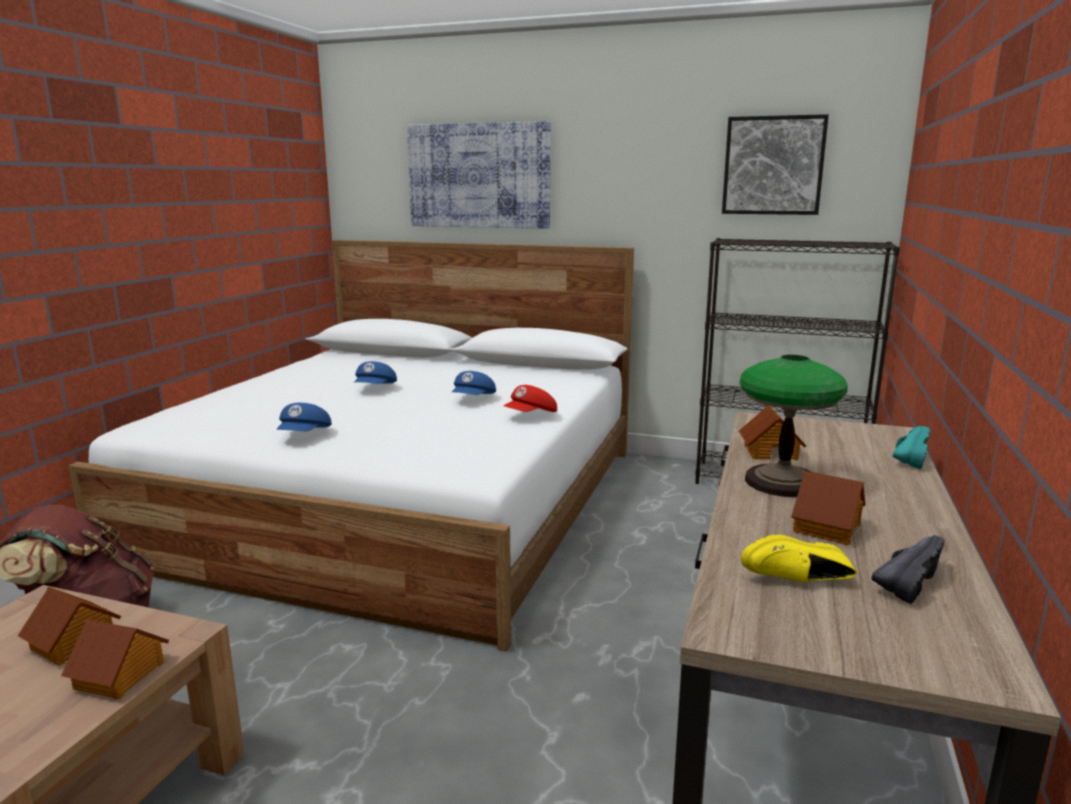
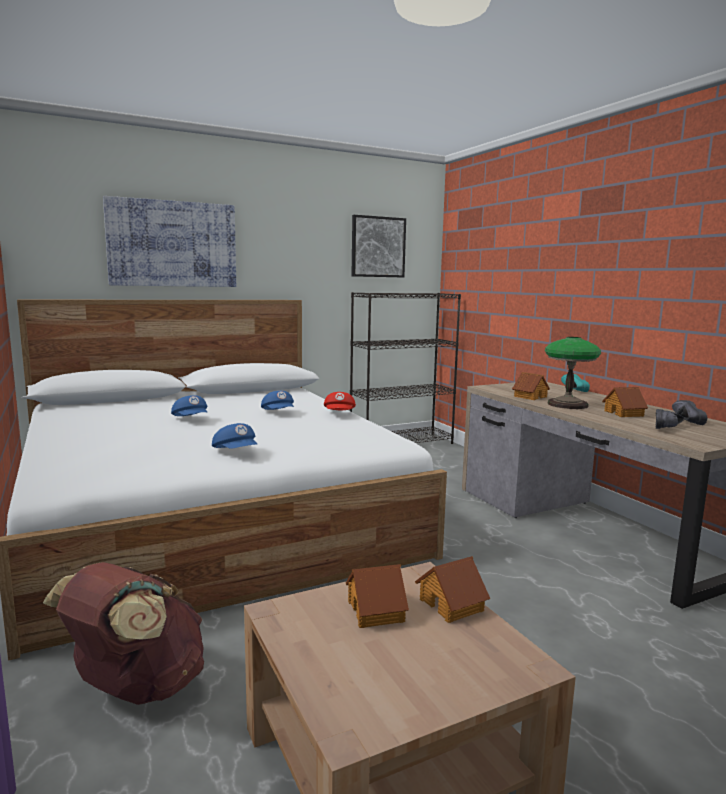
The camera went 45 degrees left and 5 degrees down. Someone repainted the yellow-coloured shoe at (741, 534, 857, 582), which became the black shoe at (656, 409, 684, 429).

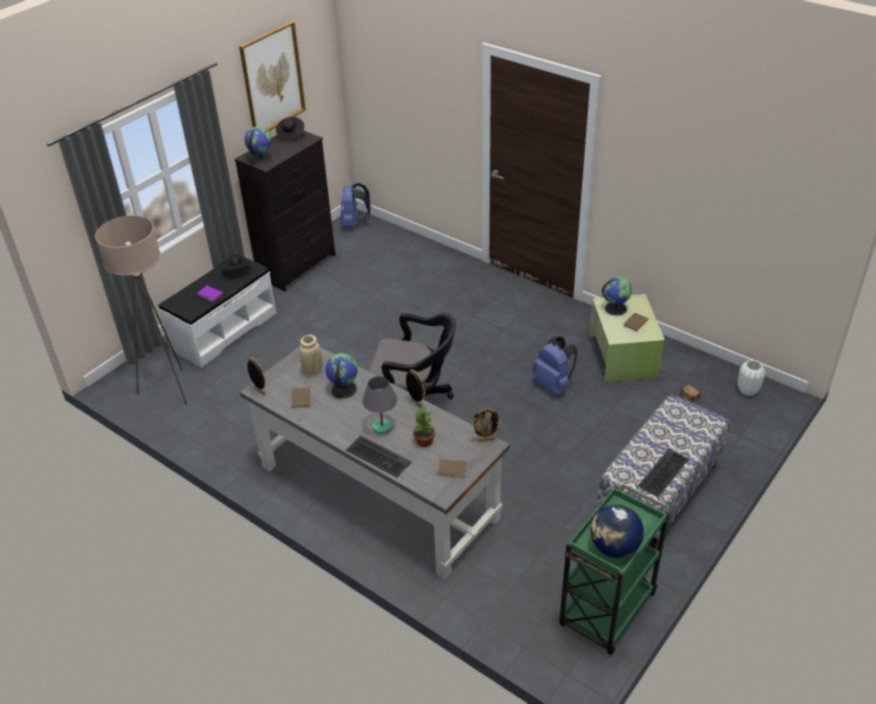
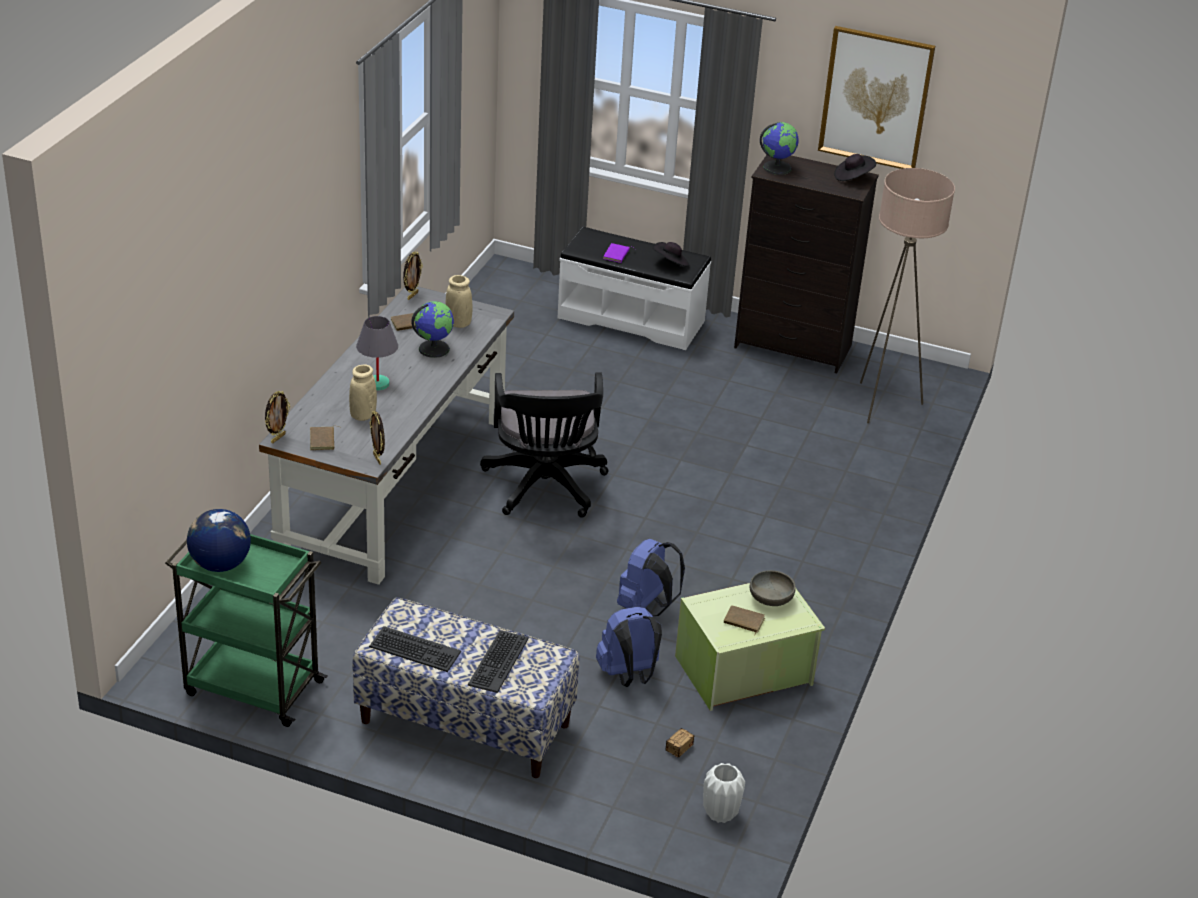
The camera went 70 degrees right and 5 degrees down. Someone carried the photo frame from (406, 369, 425, 407) to (265, 391, 290, 443). Someone swapped the plant in a pot at (413, 405, 435, 447) for the beige-coloured flower vase at (349, 365, 377, 421). Someone carried the keyboard from (346, 435, 411, 477) to (468, 630, 529, 693). Someone carried the blue-coloured backpack from (341, 183, 371, 227) to (596, 607, 662, 687). Someone swapped the desk globe at (602, 277, 632, 316) for the grey serving bowl at (750, 570, 796, 606). Someone carried the beige-coloured standard lamp from (95, 216, 187, 405) to (860, 168, 955, 423).

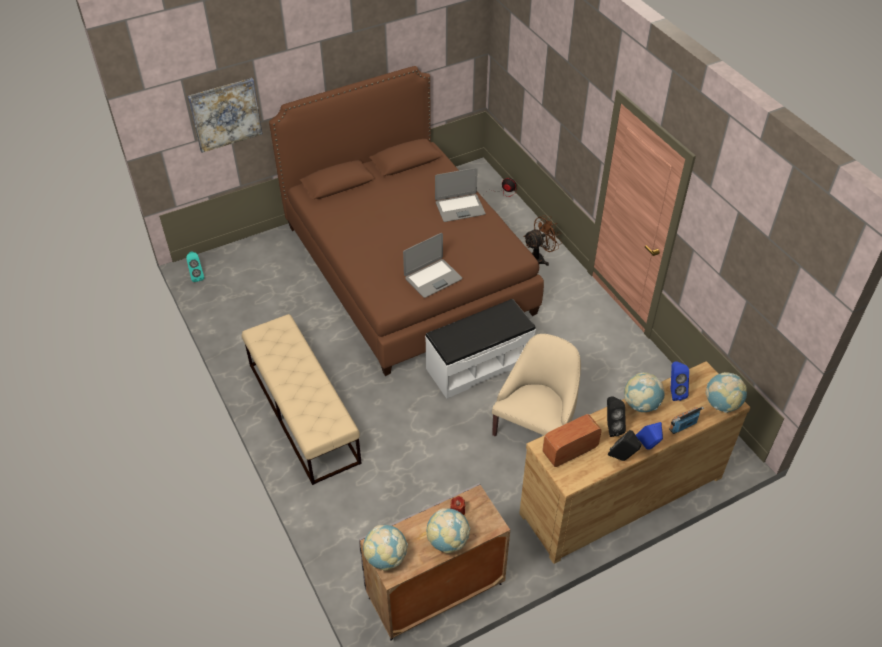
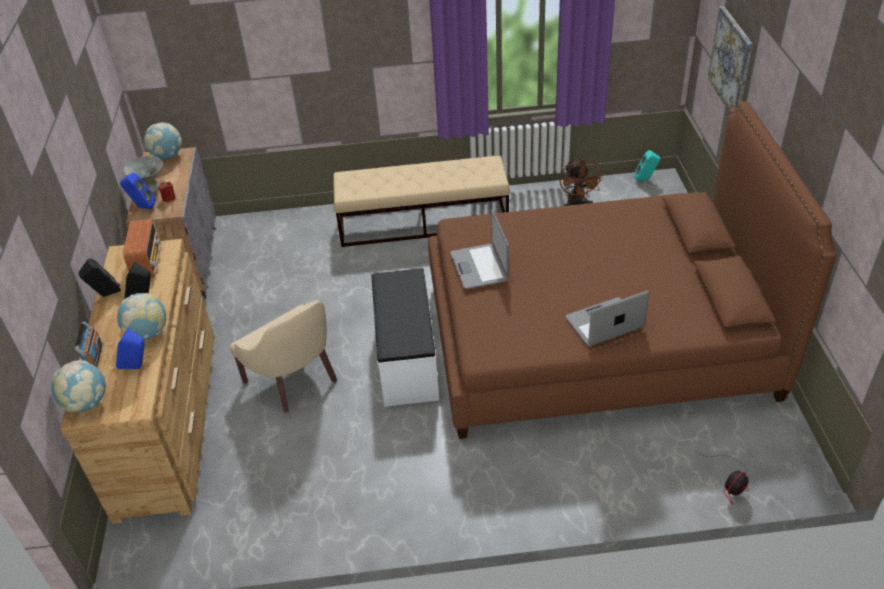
The camera went 115 degrees right and 5 degrees down. Someone carried the blue-coloured audio speaker from (636, 422, 663, 450) to (120, 173, 156, 209). Someone swapped the desk globe at (427, 508, 470, 553) for the grey serving bowl at (123, 156, 163, 193). Someone carried the brown electric fan from (524, 215, 562, 266) to (560, 157, 604, 206). Someone rotated the notebook computer at (435, 168, 486, 222) by 60 degrees clockwise.

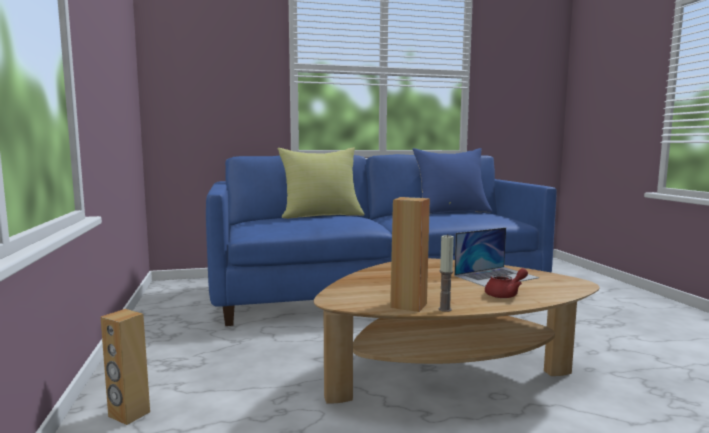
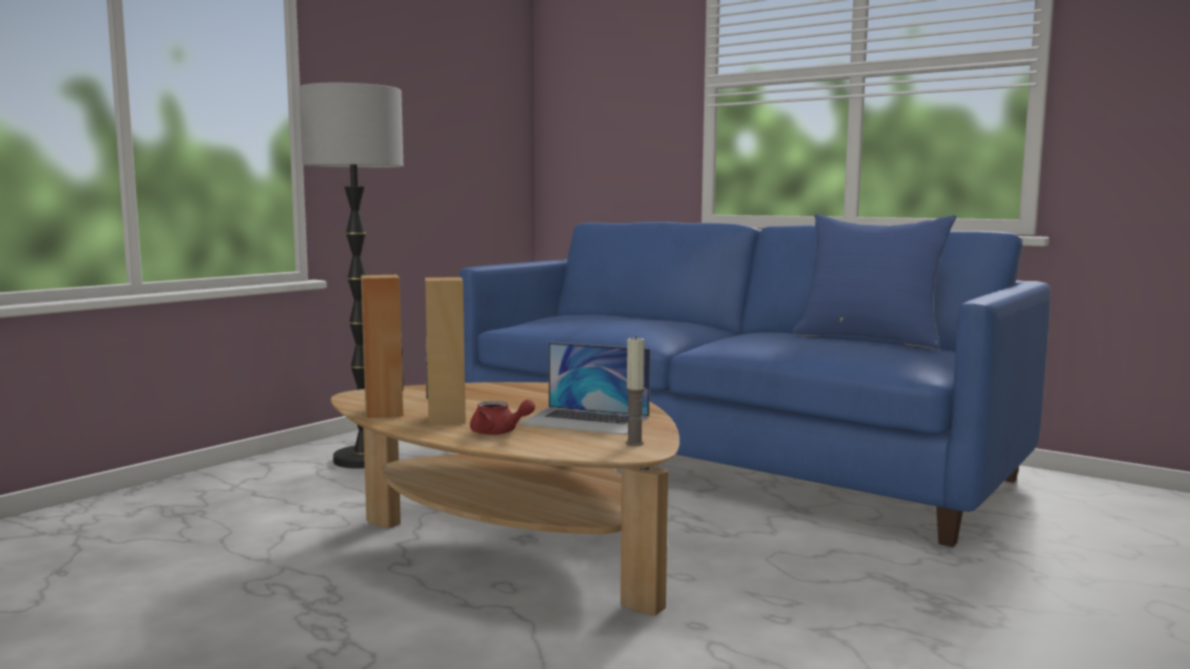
The camera went 50 degrees right and 0 degrees up. Someone put down the standard lamp at (299, 83, 403, 469). Someone carried the brown audio speaker from (101, 309, 150, 425) to (425, 277, 466, 425). Someone carried the wax candle from (439, 234, 454, 312) to (626, 336, 645, 446). Someone took away the yellow-coloured throw pillow at (277, 147, 364, 219).

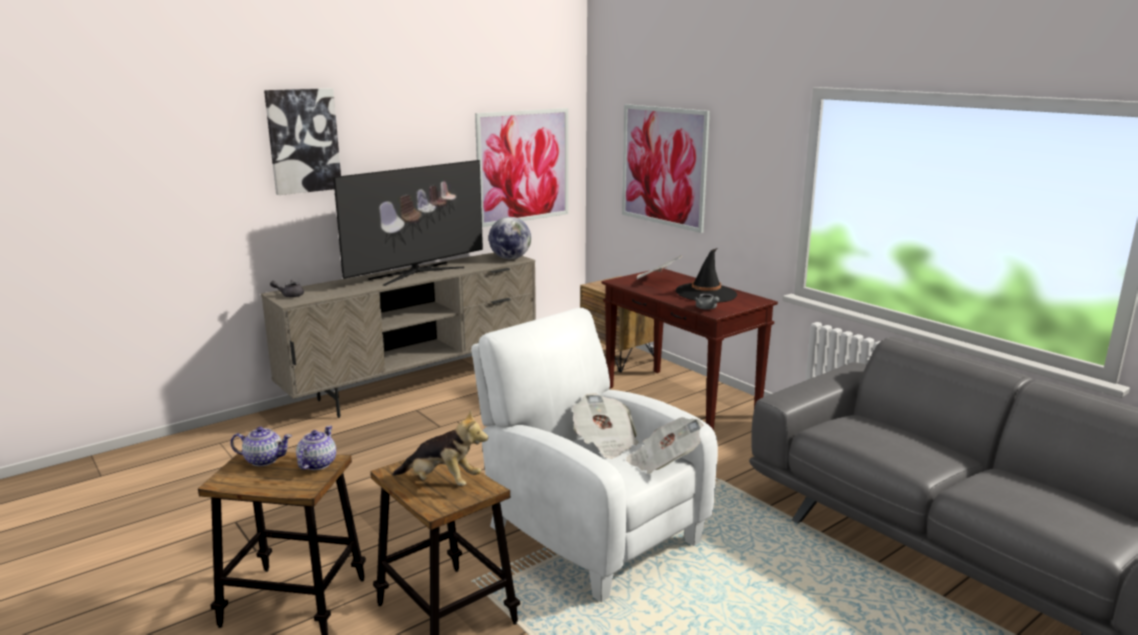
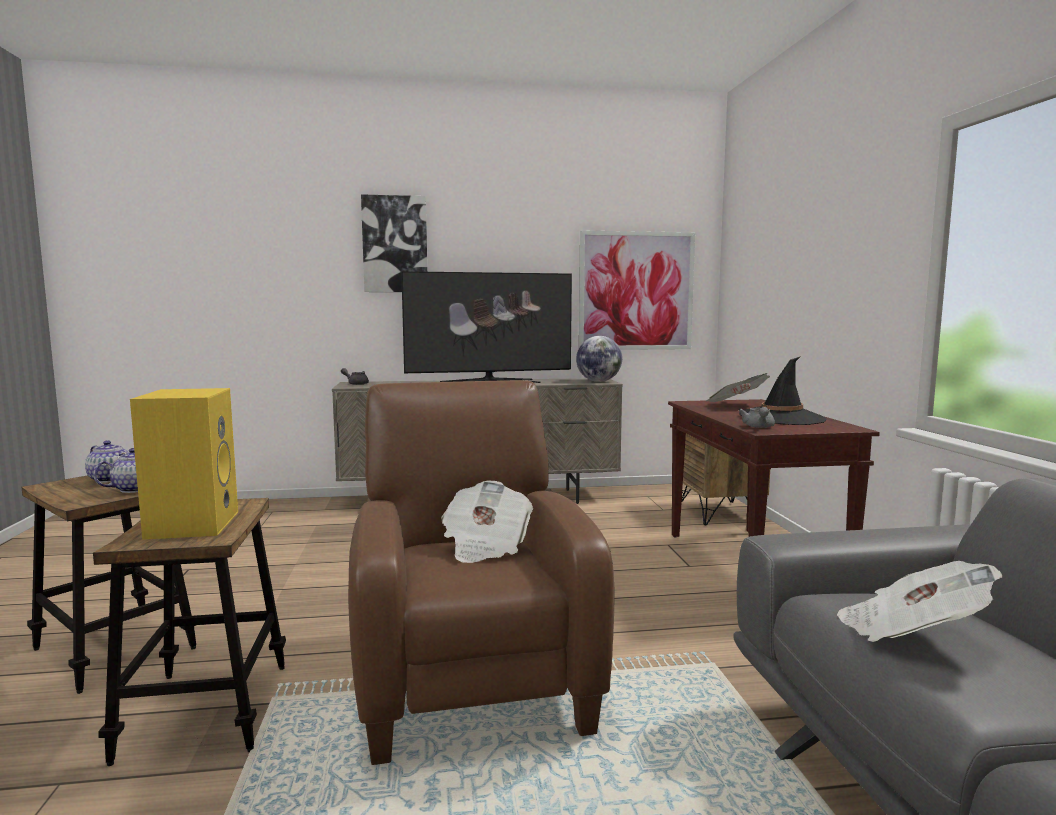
The camera went 30 degrees right and 10 degrees down. Someone swapped the cuddly toy at (392, 409, 488, 486) for the yellow-coloured audio speaker at (130, 388, 238, 540). Someone repainted the whitish armchair at (471, 308, 718, 602), which became the brown armchair at (348, 380, 614, 765). Someone carried the newspaper from (626, 417, 703, 474) to (837, 561, 1003, 642). Someone took away the wall art at (622, 104, 710, 233).

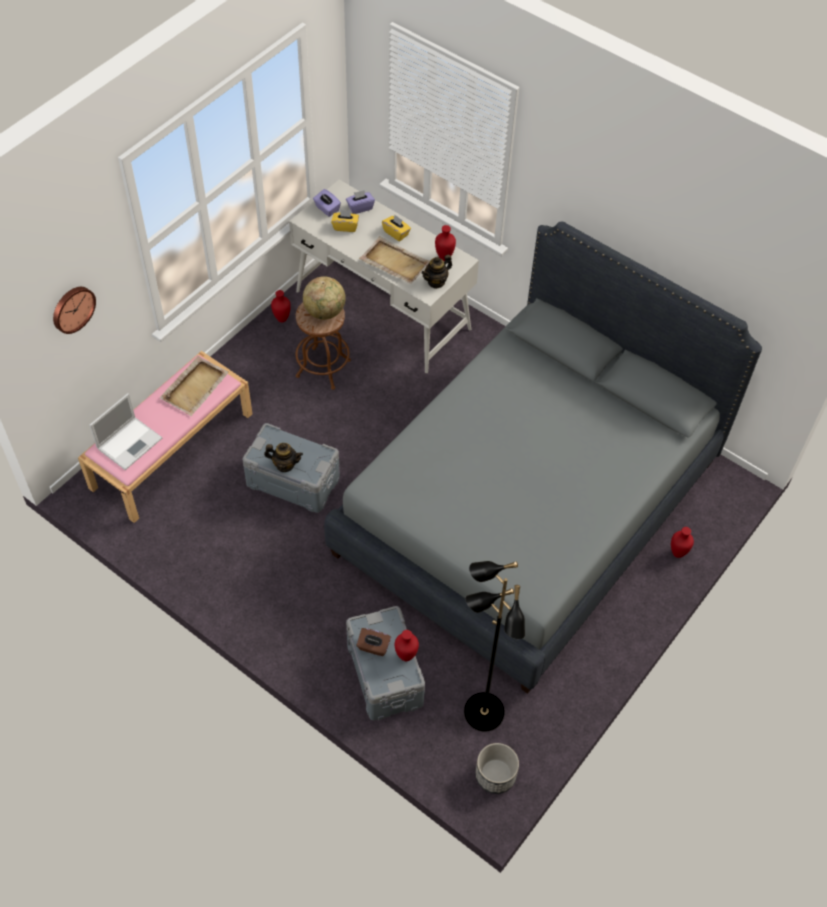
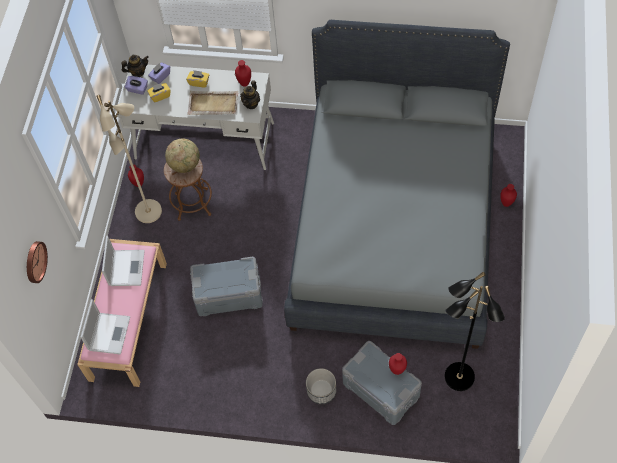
The camera went 25 degrees left and 5 degrees up. Someone put down the beige-coloured standard lamp at (97, 95, 162, 223). Someone swapped the beige-coloured carrying tray at (160, 356, 229, 416) for the notebook computer at (102, 235, 145, 286). Someone carried the tea pot from (264, 443, 303, 472) to (121, 54, 149, 77). Someone carried the plant pot from (475, 743, 519, 794) to (306, 368, 336, 404). Someone took away the brown box of tissues at (356, 628, 391, 656).

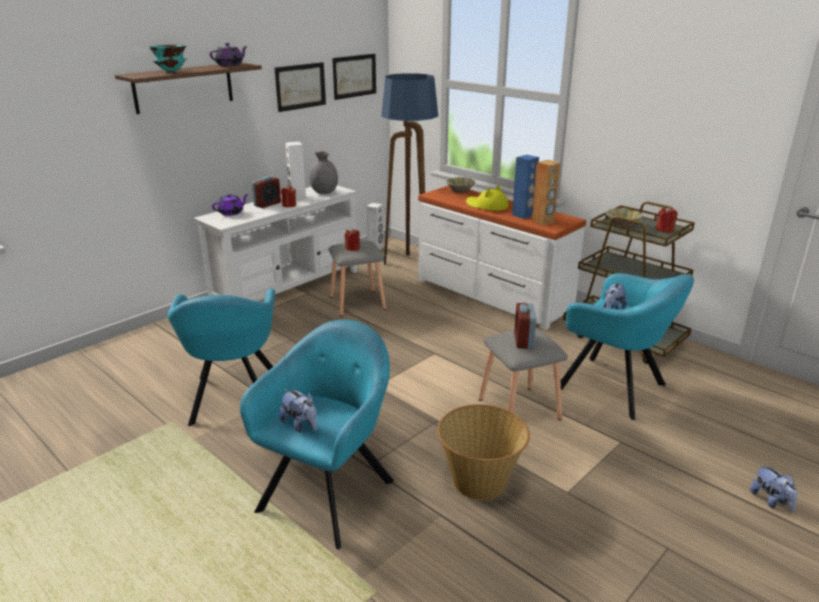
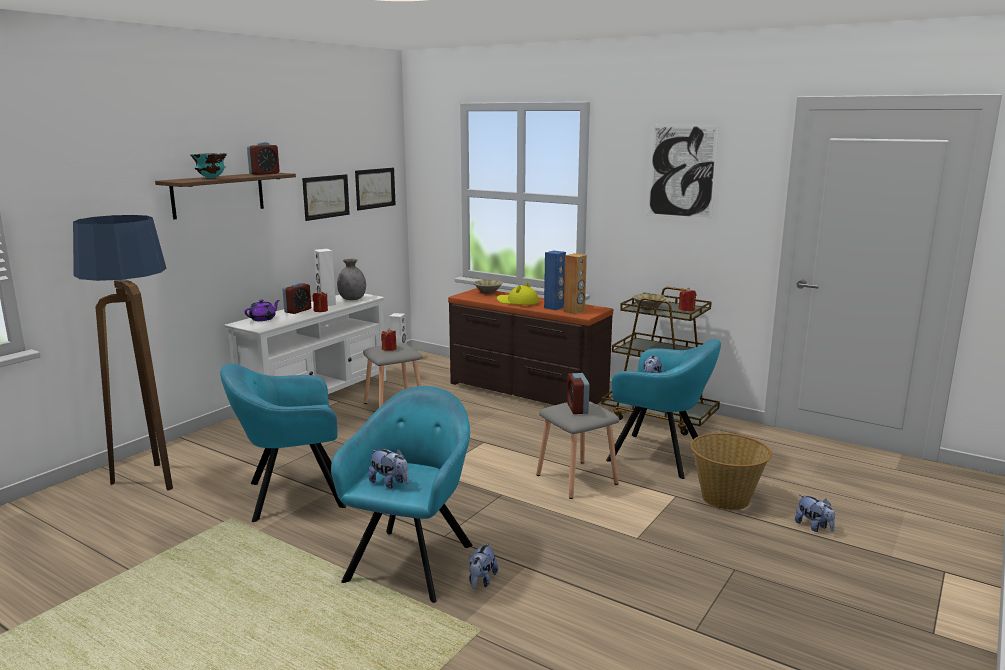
The camera went 10 degrees left and 10 degrees down. Someone carried the standard lamp from (381, 73, 438, 265) to (73, 215, 173, 491). Someone rotated the turquoise-coloured armchair at (167, 288, 275, 426) by 90 degrees clockwise. Someone swapped the purple-coloured tea pot at (210, 43, 248, 66) for the alarm clock at (247, 142, 280, 175). Someone repainted the whitish drawer chest at (418, 186, 586, 330), which became the brown drawer chest at (448, 288, 613, 405). Someone put down the cuddly toy at (469, 543, 498, 589). Someone put up the wall art at (647, 124, 719, 220). Someone carried the basket from (438, 404, 530, 500) to (690, 433, 772, 510).

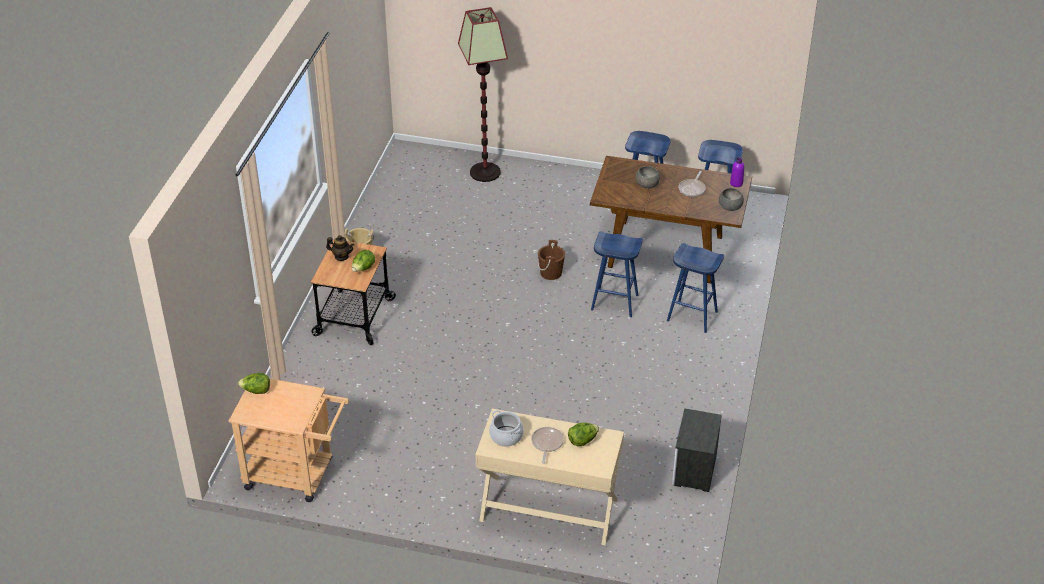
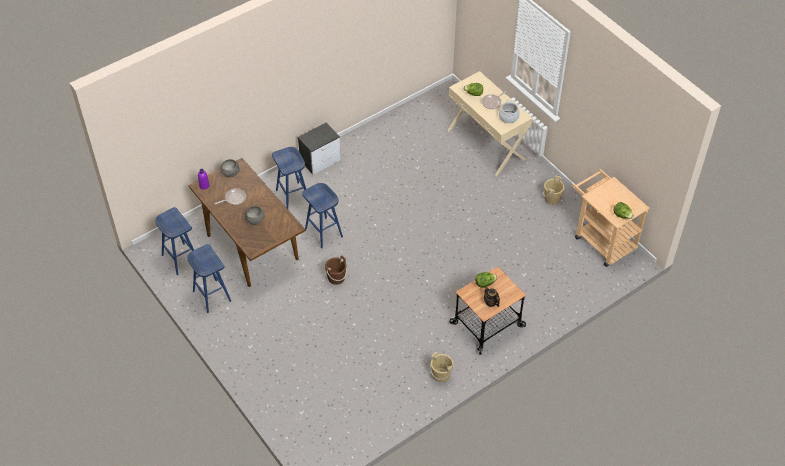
The camera went 140 degrees left and 10 degrees up. Someone carried the night table from (672, 408, 722, 492) to (298, 123, 341, 175). Someone put down the beige-coloured bucket at (543, 175, 565, 205). Someone took away the standard lamp at (458, 7, 508, 182).

